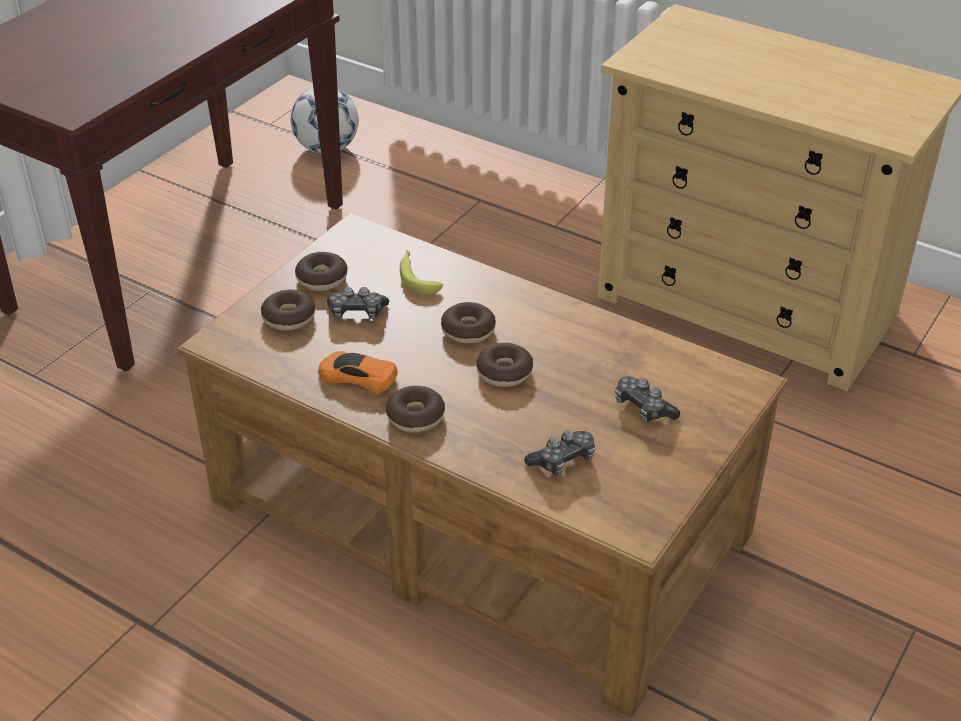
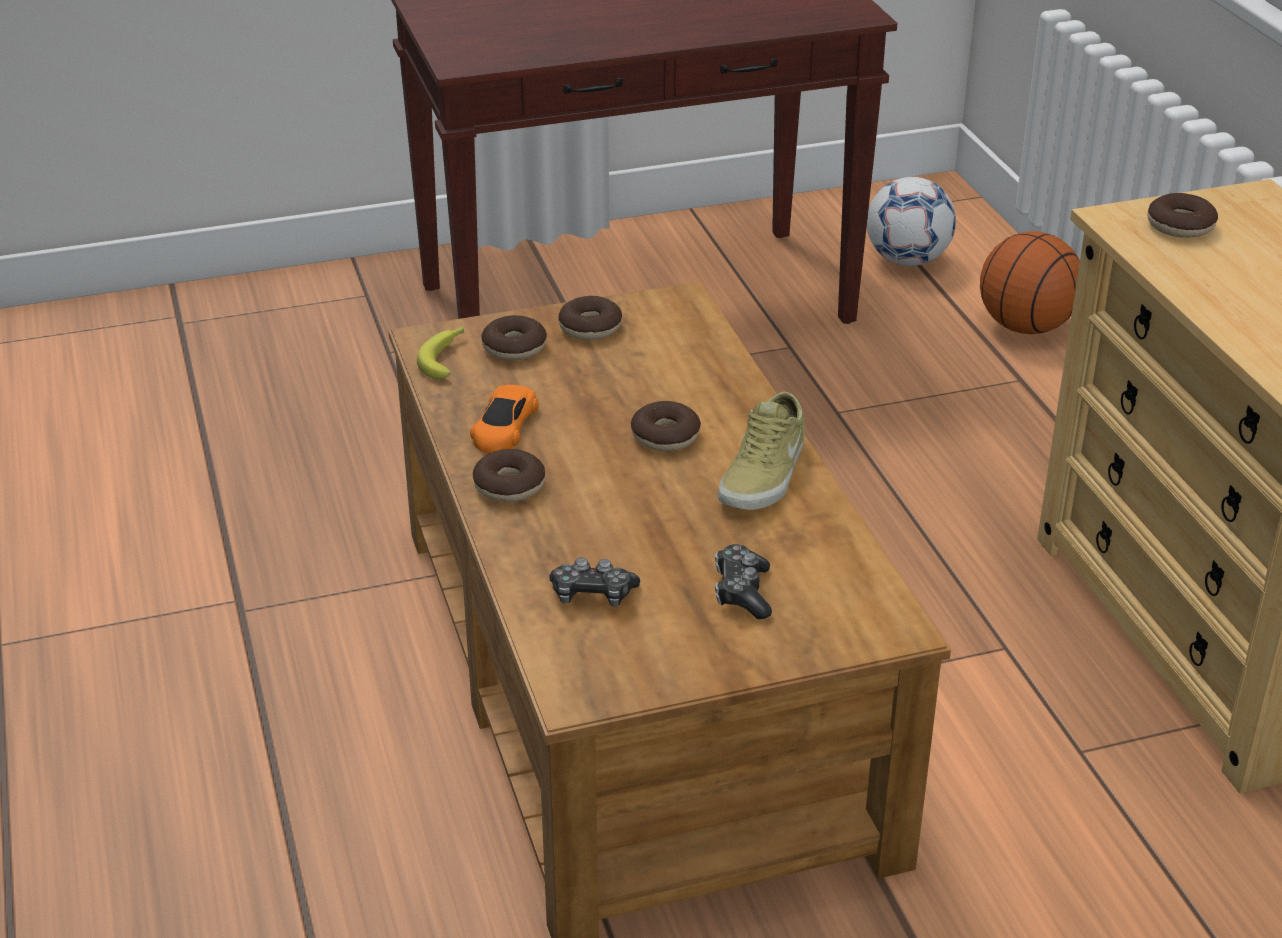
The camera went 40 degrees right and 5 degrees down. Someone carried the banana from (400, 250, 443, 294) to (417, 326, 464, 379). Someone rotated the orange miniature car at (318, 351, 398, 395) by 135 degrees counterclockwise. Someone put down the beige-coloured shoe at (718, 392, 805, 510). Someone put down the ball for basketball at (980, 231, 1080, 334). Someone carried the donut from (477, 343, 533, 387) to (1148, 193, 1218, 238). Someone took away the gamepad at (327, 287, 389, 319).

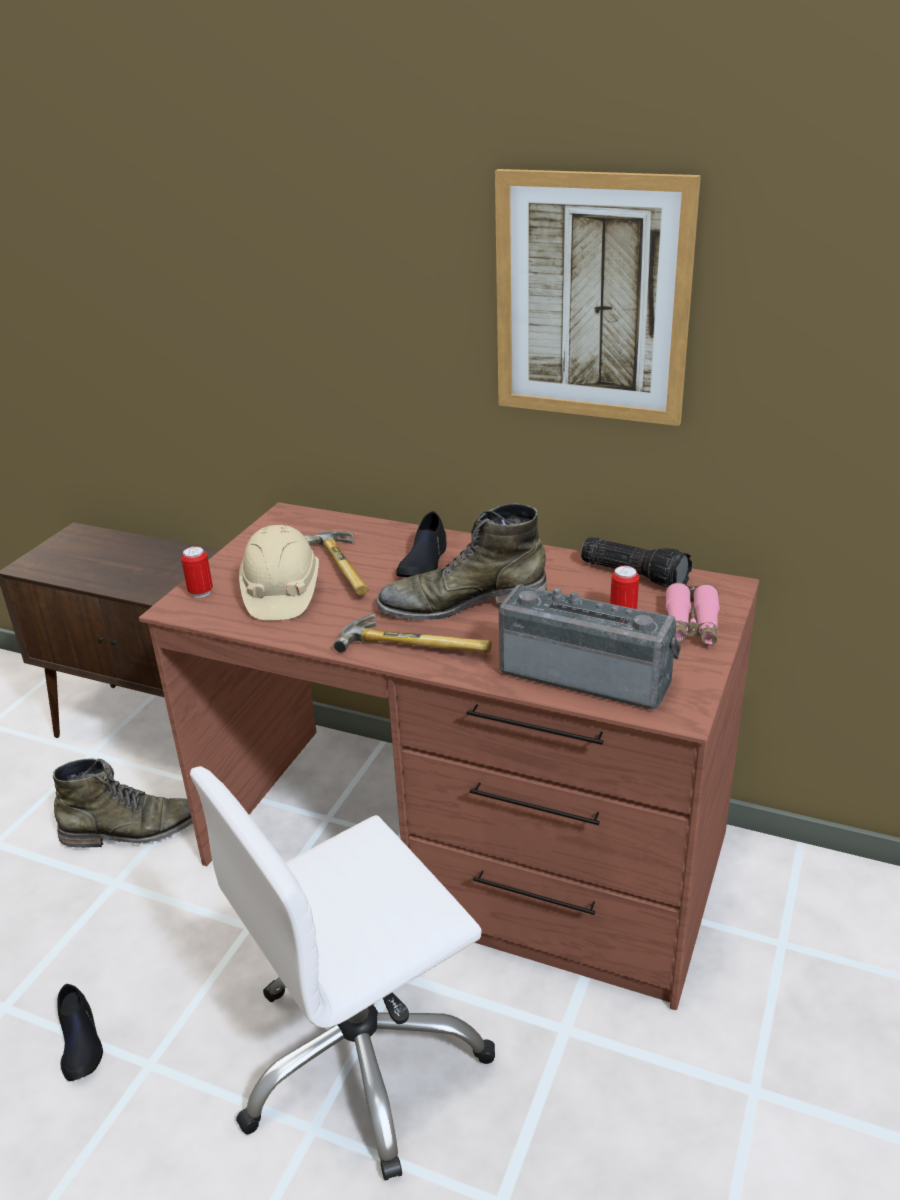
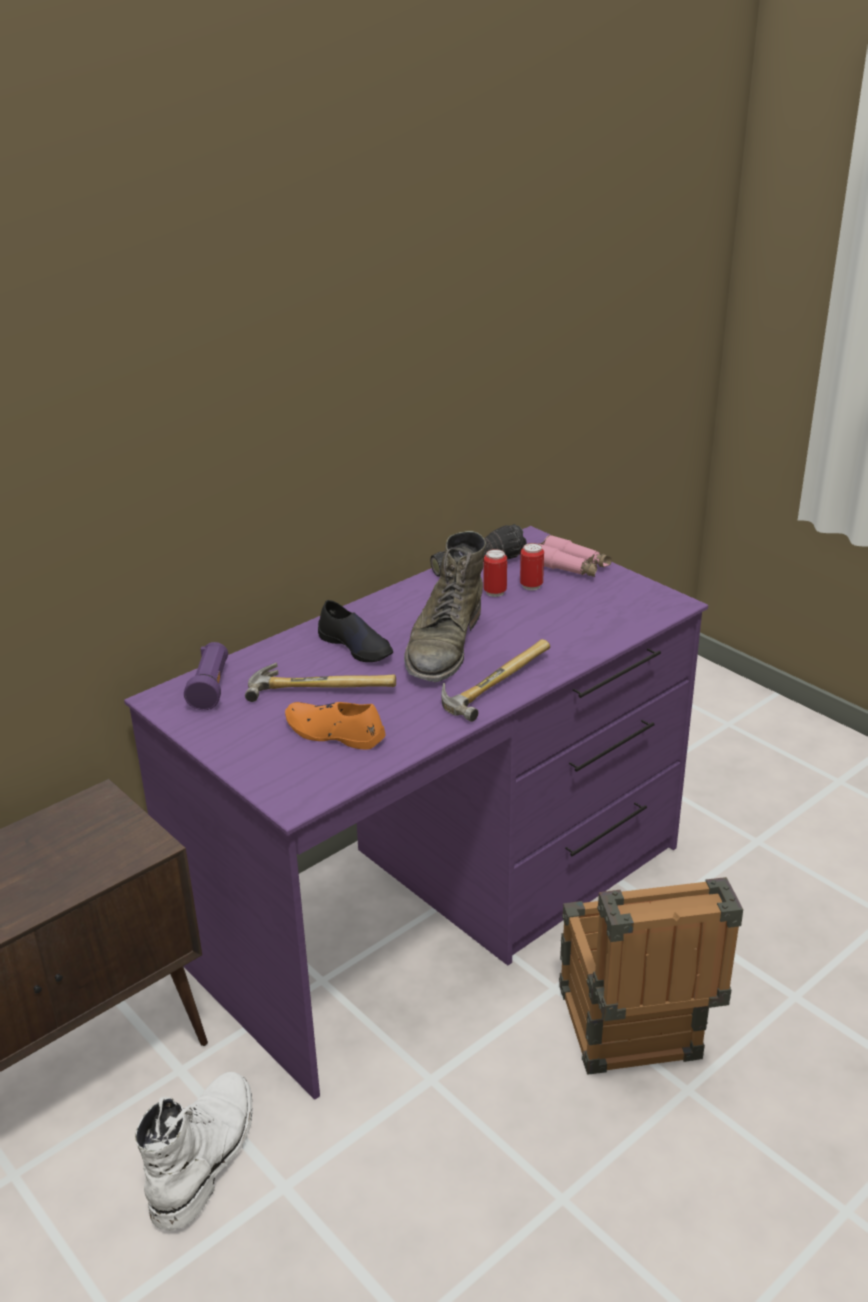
The camera went 65 degrees left and 0 degrees up. Someone repainted the brown desk unit at (139, 502, 760, 1010), which became the purple-coloured desk unit at (124, 526, 708, 1100). Someone repainted the greenish tall boot at (53, 759, 193, 848), which became the whitish tall boot at (135, 1072, 253, 1231). Someone put down the purple-coloured hand torch at (184, 642, 228, 710). Someone swapped the beige-coloured work helmet at (239, 525, 319, 621) for the orange shoe at (285, 702, 386, 749). Someone carried the can from (181, 546, 213, 598) to (484, 549, 507, 597). Someone swapped the whitish computer chair at (190, 766, 495, 1181) for the packing crate at (559, 877, 743, 1075). Someone took away the black shoe at (57, 984, 103, 1081). Someone took away the wall art at (495, 169, 701, 426). Someone took away the radio receiver at (499, 584, 681, 709).

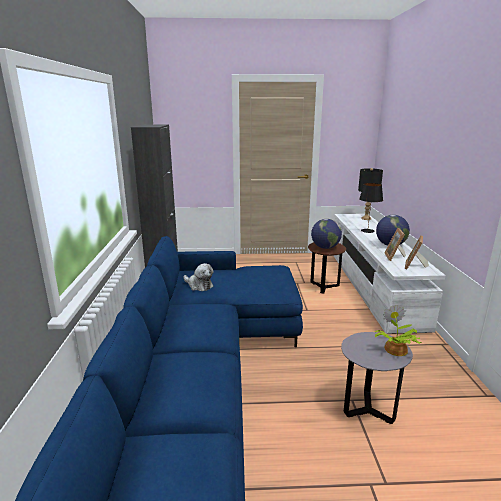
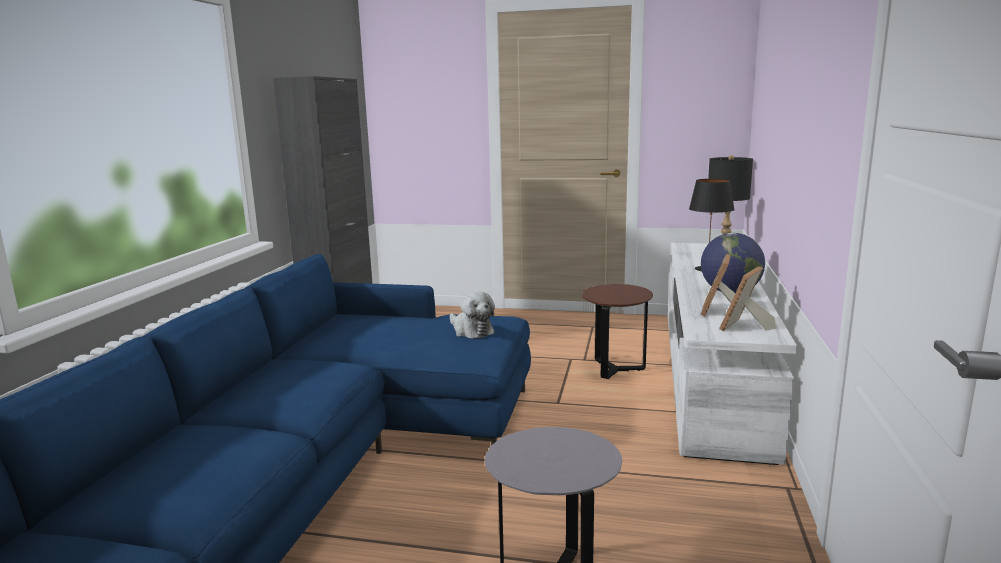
The camera went 15 degrees right and 5 degrees down. Someone carried the cuddly toy from (183, 263, 214, 291) to (450, 292, 495, 339). Someone took away the desk globe at (311, 219, 342, 249). Someone took away the plant in a pot at (375, 305, 421, 356).

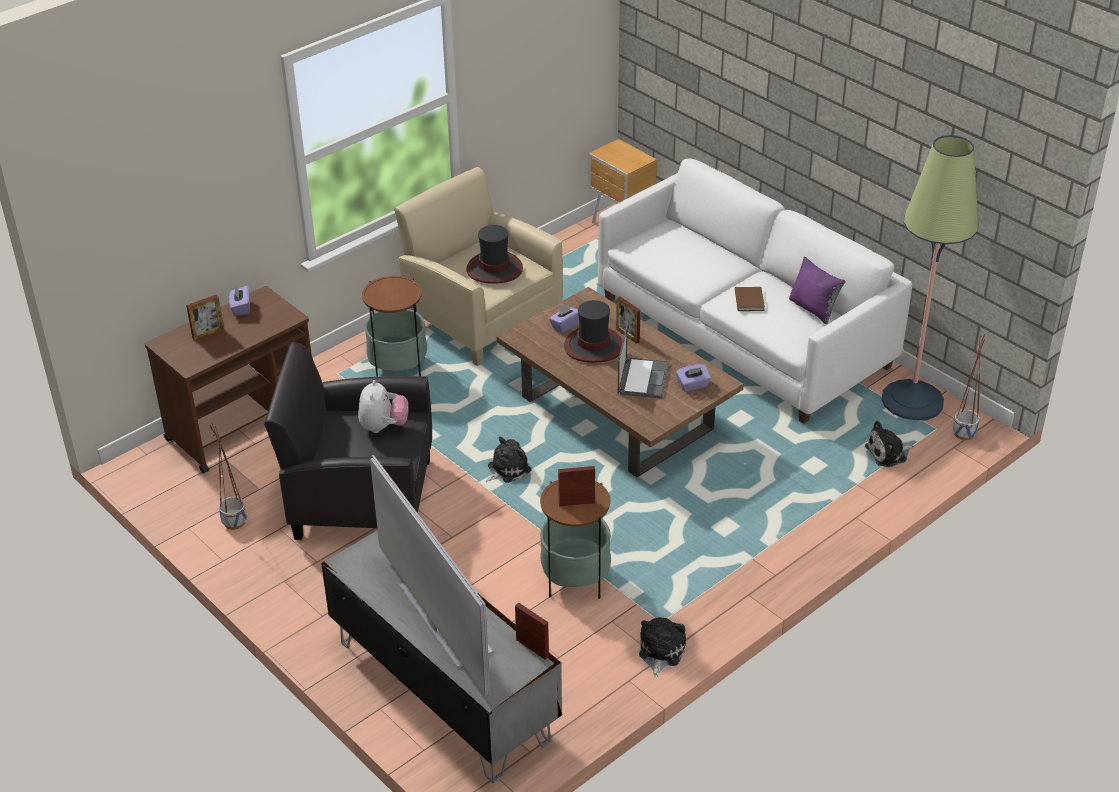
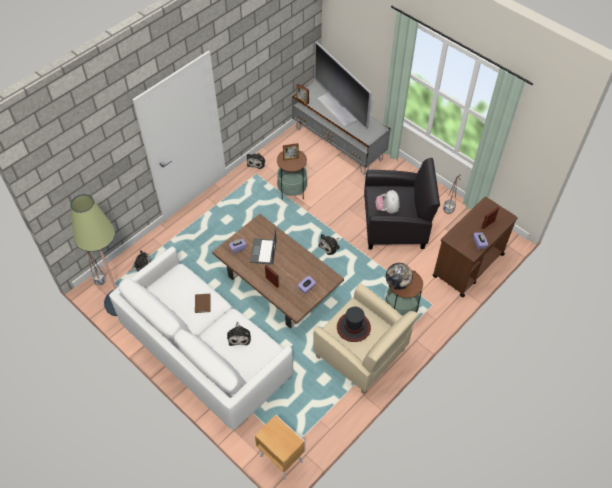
The camera went 175 degrees right and 15 degrees up. Someone put down the cuddly toy at (227, 322, 251, 346). Someone put down the desk globe at (386, 263, 413, 290). Someone took away the clothing hat at (564, 300, 623, 363). Someone took away the purple-coloured throw pillow at (789, 256, 846, 324).

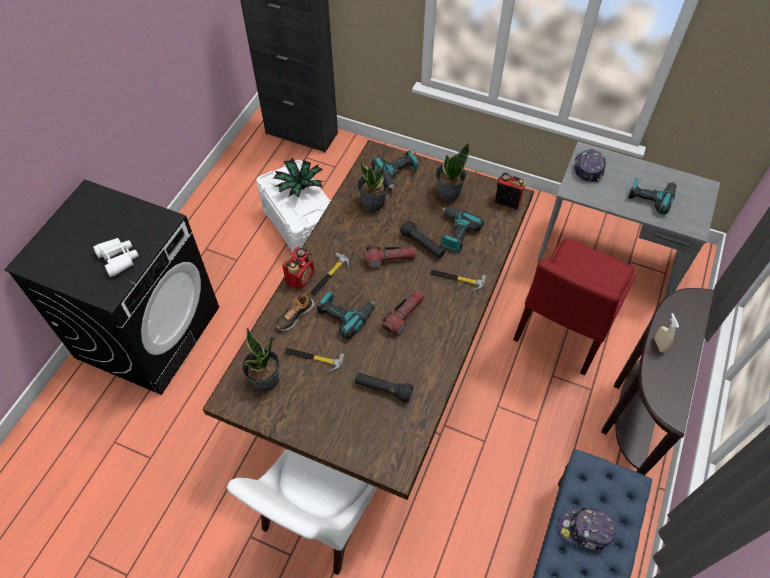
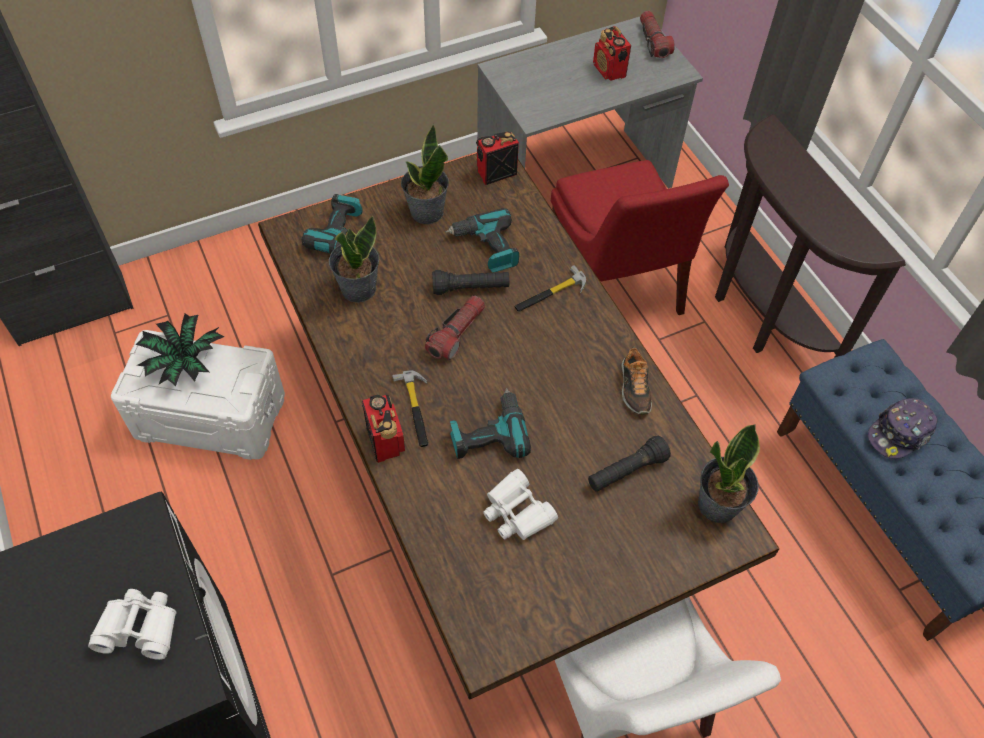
The camera went 50 degrees left and 0 degrees up. Someone swapped the hand hammer at (285, 348, 345, 373) for the whitish field glasses at (483, 469, 558, 540). Someone swapped the power drill at (628, 178, 677, 215) for the radio receiver at (593, 26, 631, 81). Someone carried the shoe from (276, 293, 315, 331) to (621, 346, 652, 415). Someone carried the hand torch from (382, 290, 424, 335) to (640, 11, 675, 58). Someone carried the plant in a pot from (242, 327, 280, 392) to (698, 424, 760, 523). Someone took away the baseball cap at (574, 149, 606, 183). Someone took away the beige-coloured hand sprayer at (654, 313, 679, 353).

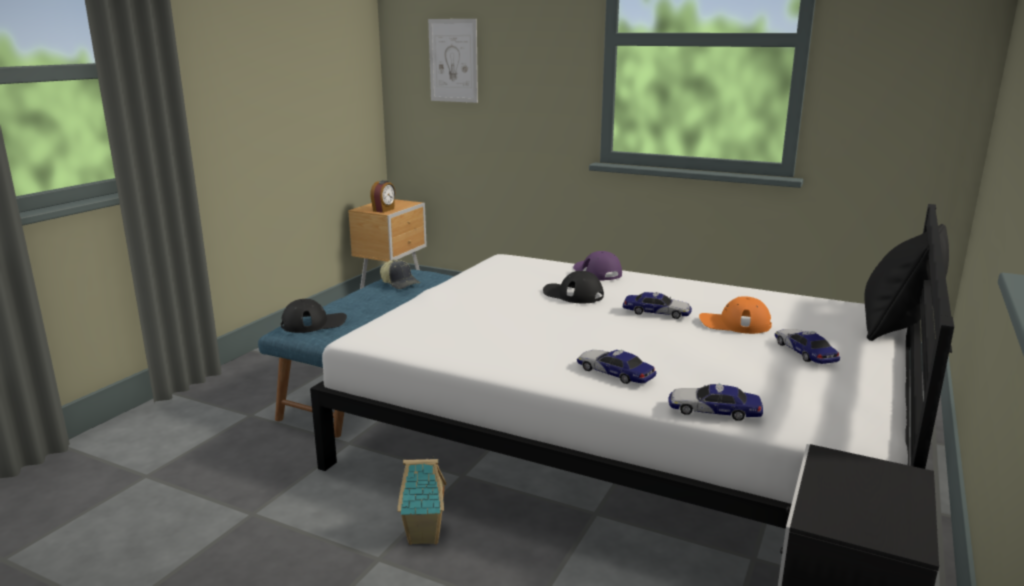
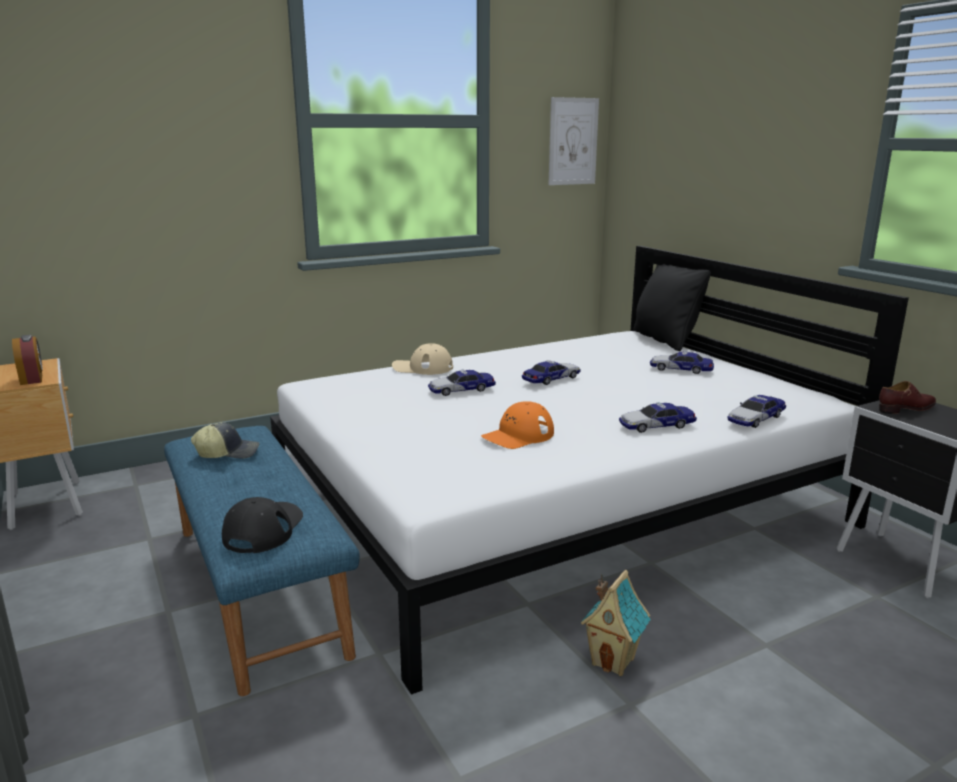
The camera went 55 degrees left and 0 degrees up. Someone repainted the purple-coloured baseball cap at (573, 251, 622, 281), which became the beige-coloured baseball cap at (392, 343, 453, 375). Someone swapped the black baseball cap at (543, 271, 604, 303) for the miniature car at (428, 370, 496, 396). Someone carried the orange baseball cap from (699, 296, 772, 334) to (481, 401, 554, 449). Someone carried the wall art from (428, 19, 478, 103) to (548, 97, 599, 185). Someone put down the brown shoe at (879, 381, 936, 414).

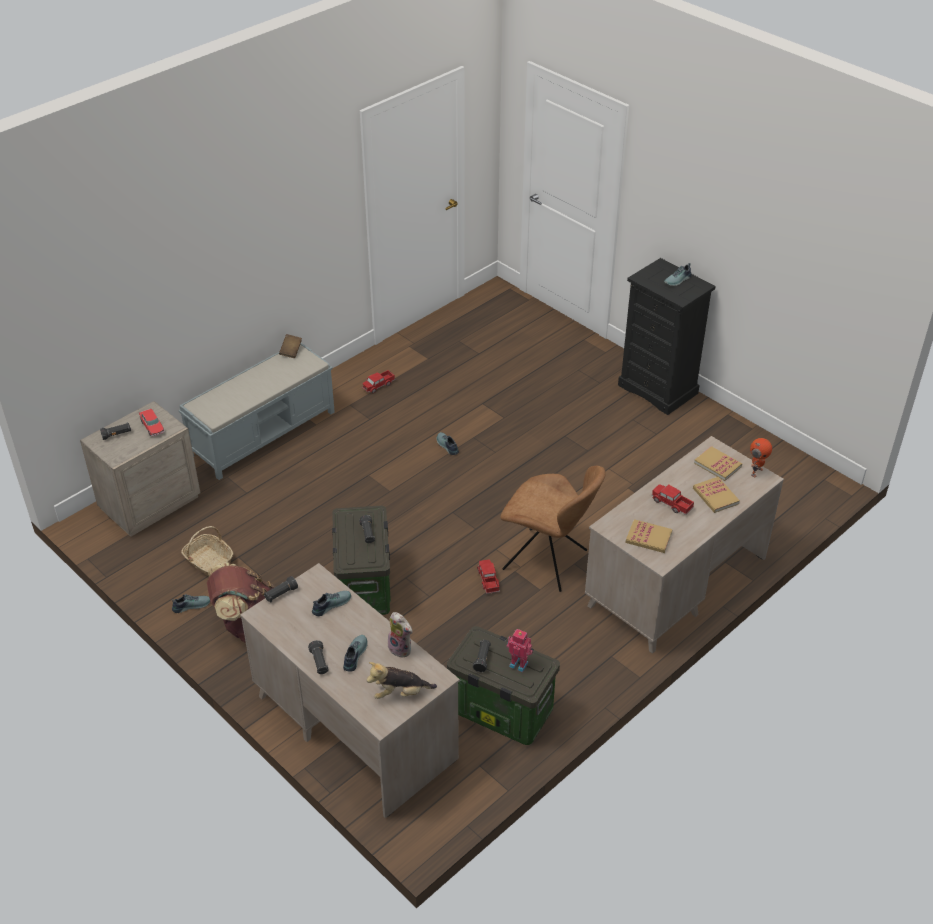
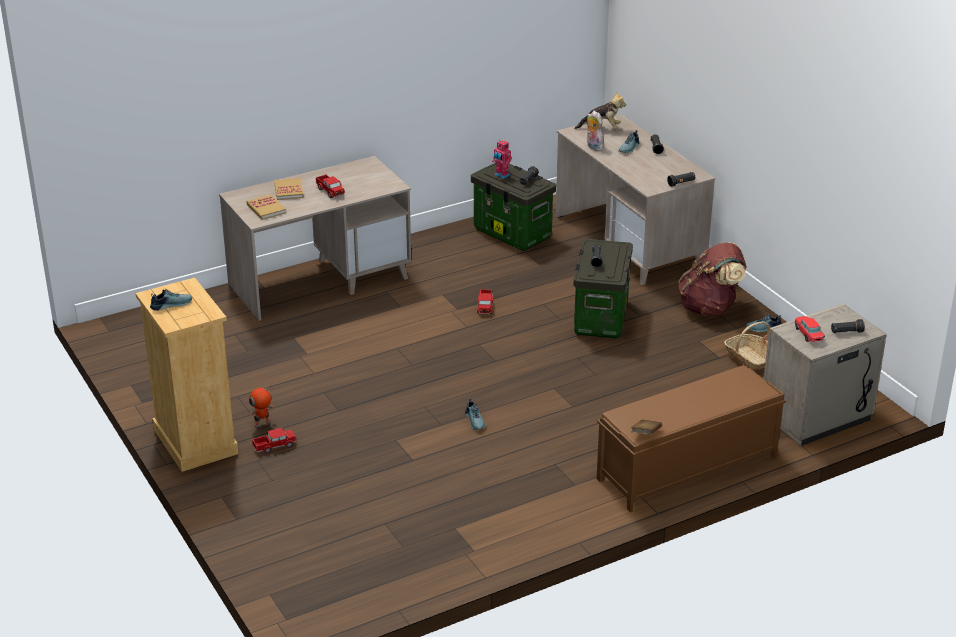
The camera went 165 degrees left and 10 degrees down. Someone repainted the black drawer chest at (618, 258, 716, 415), which became the beige-coloured drawer chest at (136, 277, 238, 472). Someone carried the robot figure from (750, 438, 772, 477) to (249, 384, 274, 428). Someone carried the toy truck from (362, 370, 395, 393) to (252, 427, 296, 453). Someone repainted the grey indoor bench at (179, 343, 335, 480), which became the brown indoor bench at (596, 365, 786, 512). Someone took away the shoe at (312, 591, 351, 616). Someone took away the brown upright chair at (500, 466, 606, 592). Someone took away the volume at (625, 519, 673, 553).

